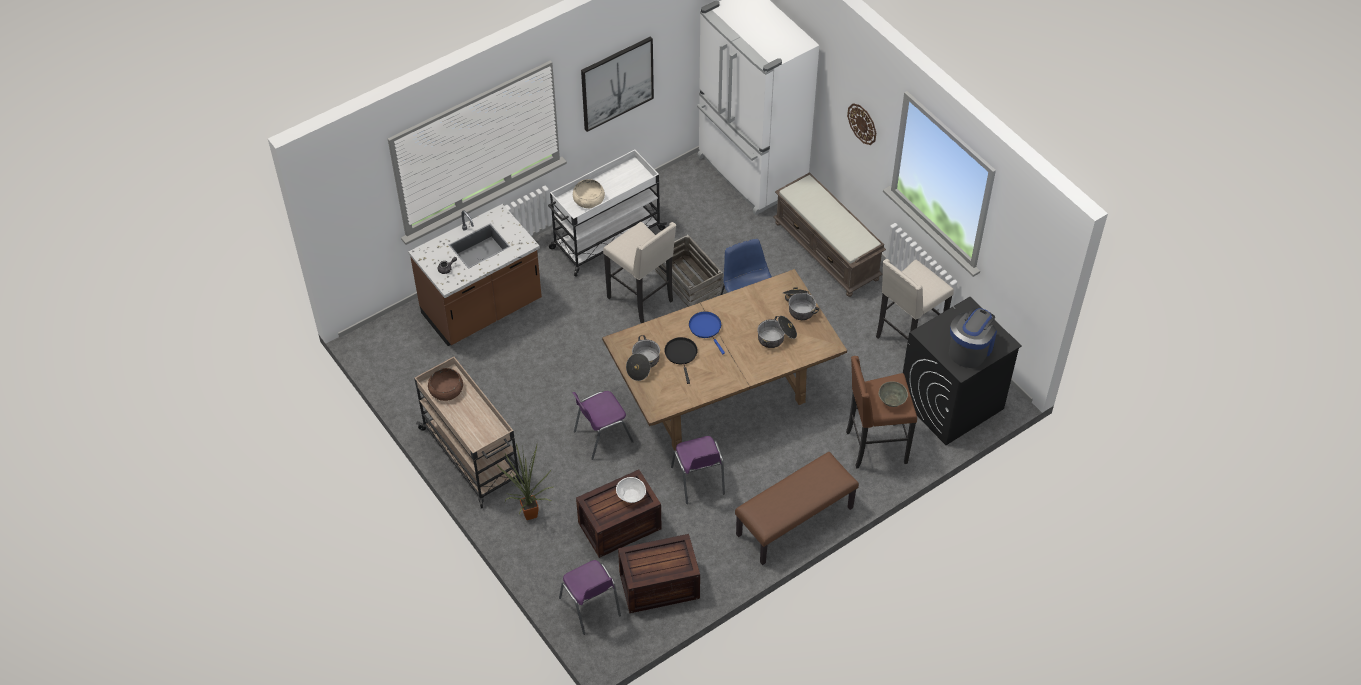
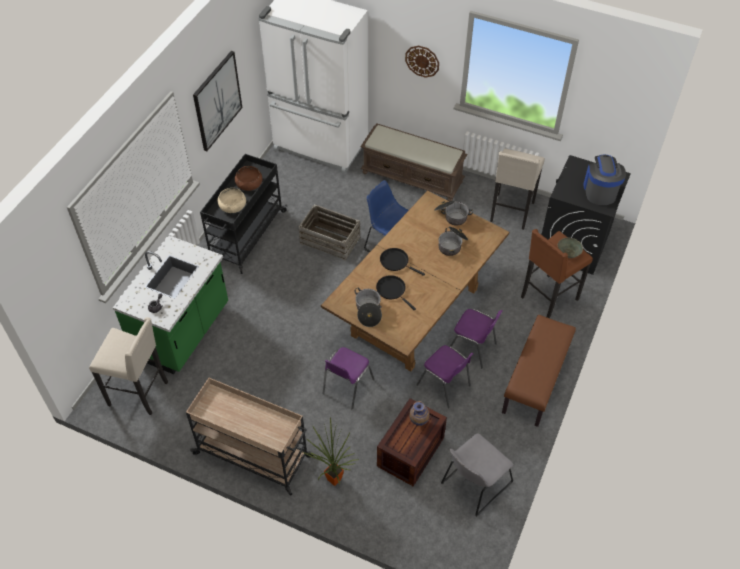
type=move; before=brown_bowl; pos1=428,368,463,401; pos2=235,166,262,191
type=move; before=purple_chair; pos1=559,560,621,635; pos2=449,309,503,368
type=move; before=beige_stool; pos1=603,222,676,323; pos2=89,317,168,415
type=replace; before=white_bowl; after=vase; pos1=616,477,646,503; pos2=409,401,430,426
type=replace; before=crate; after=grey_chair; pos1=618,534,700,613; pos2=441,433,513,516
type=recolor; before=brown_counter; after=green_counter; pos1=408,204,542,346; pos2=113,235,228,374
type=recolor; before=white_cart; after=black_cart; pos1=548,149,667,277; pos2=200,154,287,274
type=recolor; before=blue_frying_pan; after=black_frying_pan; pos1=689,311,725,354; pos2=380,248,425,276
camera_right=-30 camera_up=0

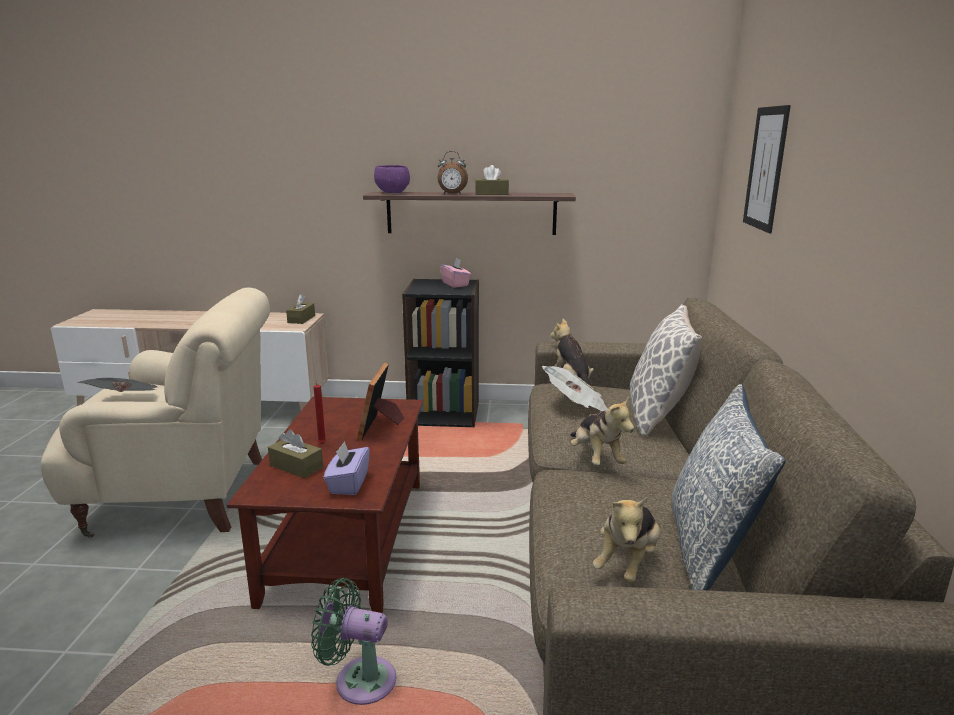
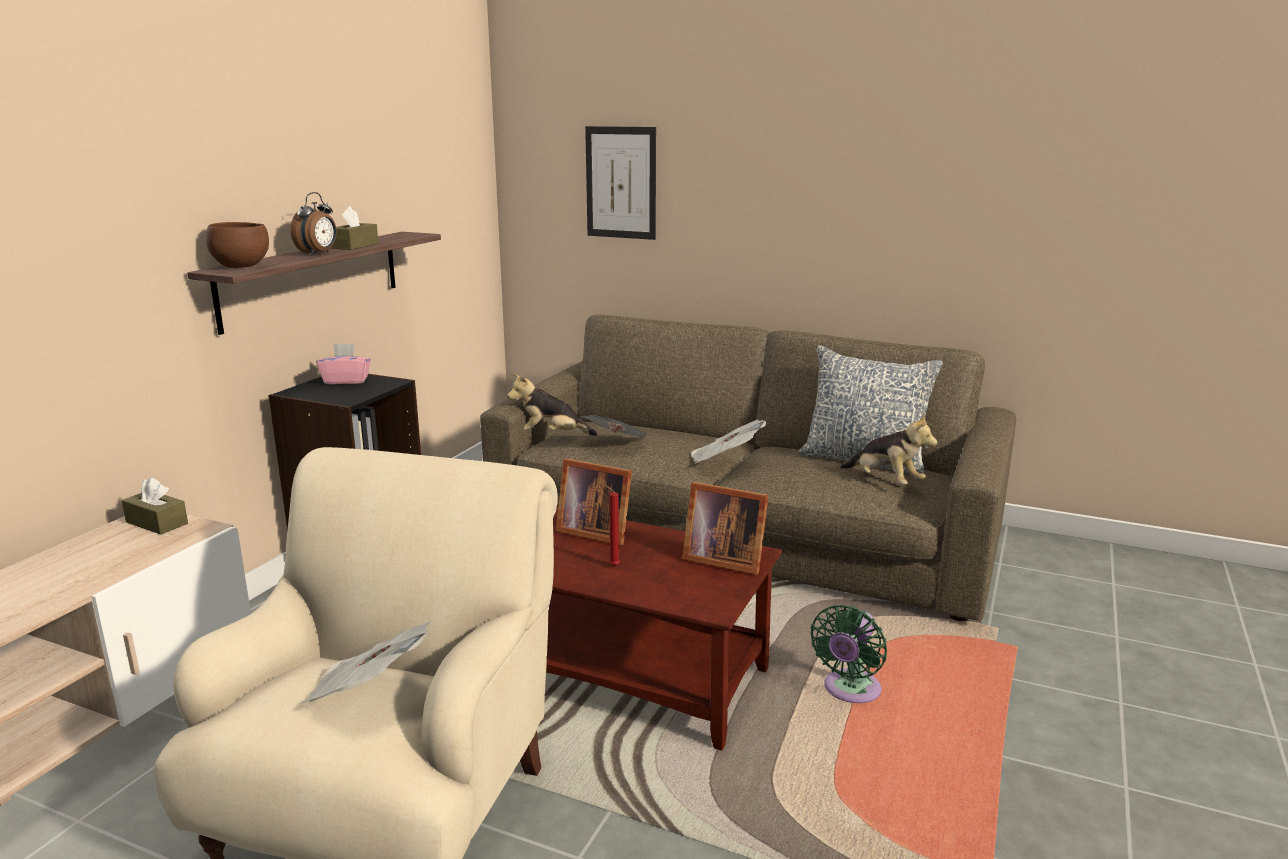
type=delete; before=brown_tissue_box; pos1=268,429,323,479
type=delete; before=pillow; pos1=630,304,702,437
type=replace; before=purple_tissue_box; after=picture_frame; pos1=323,441,370,495; pos2=682,482,769,575
type=replace; before=plush_toy; after=newspaper; pos1=570,396,634,465; pos2=691,420,766,463
type=recolor; before=purple_bowl; after=brown_bowl; pos1=374,165,410,193; pos2=206,222,269,268
camera_right=-70 camera_up=0

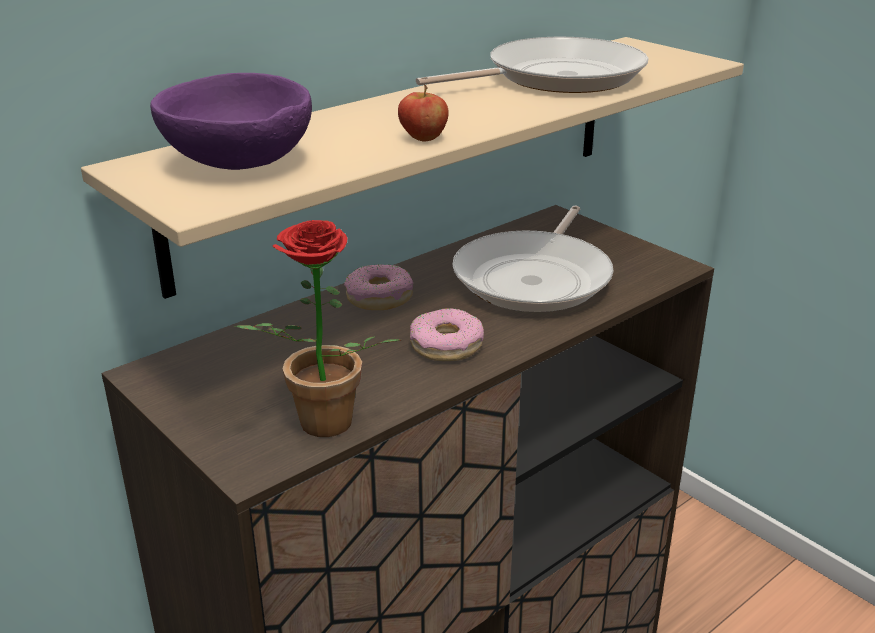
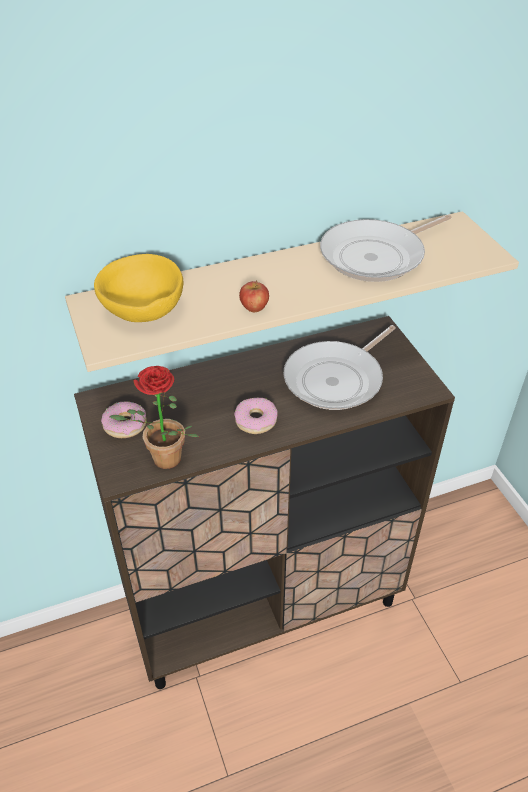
type=move; before=donut; pos1=344,264,413,310; pos2=101,401,147,438
type=recolor; before=purple_bowl; after=yellow_bowl; pos1=150,73,312,170; pos2=94,254,184,322
type=rotate; before=frying_pan; pos1=416,37,649,93; pos2=320,215,452,282; turn=150
camera_right=20 camera_up=15

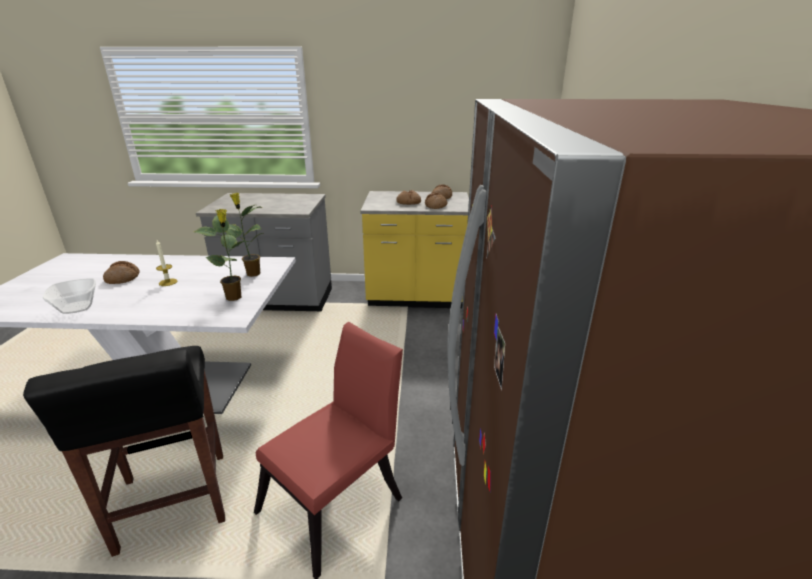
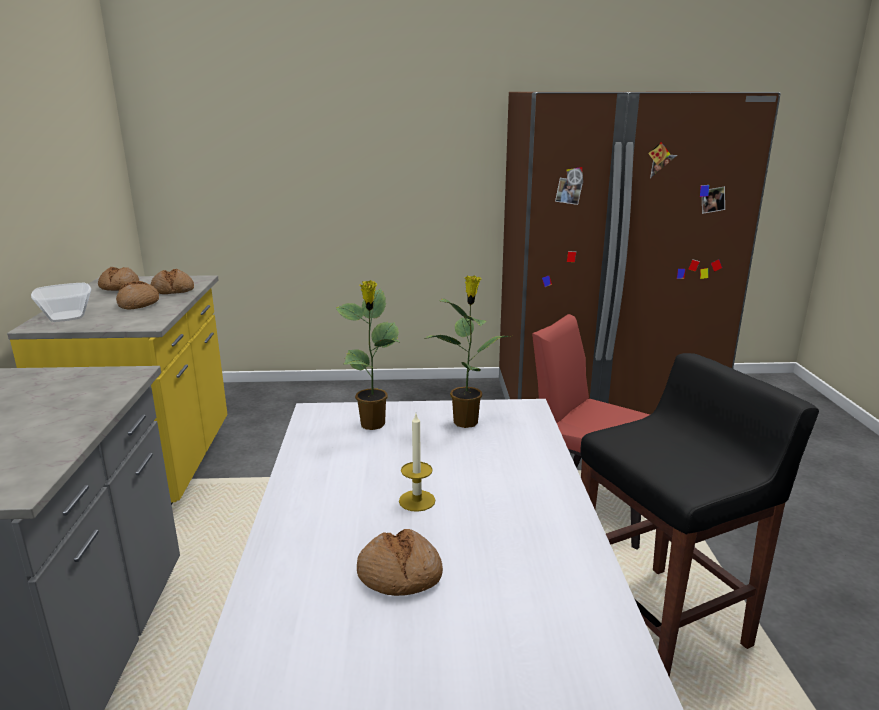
type=move; before=bowl; pos1=43,278,96,314; pos2=31,283,91,322
camera_right=-95 camera_up=-5

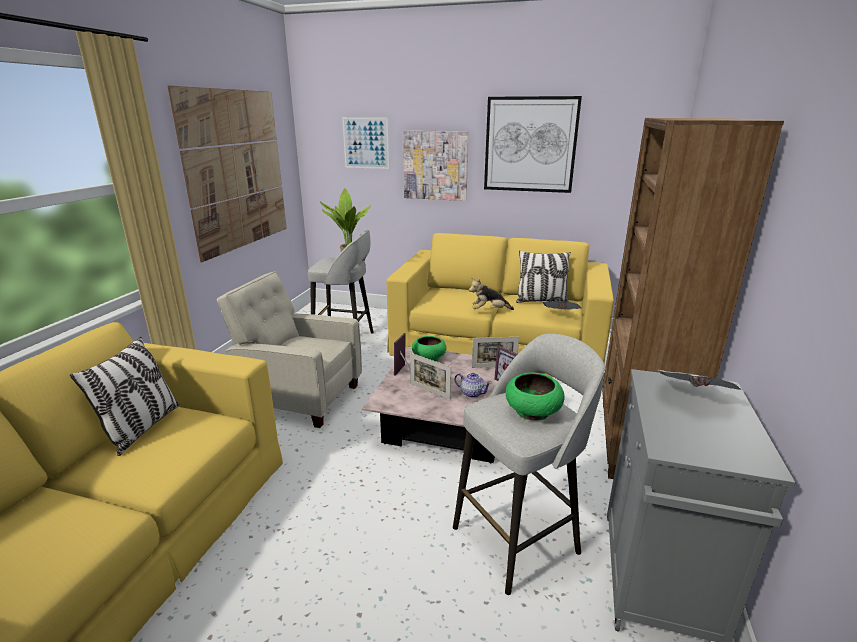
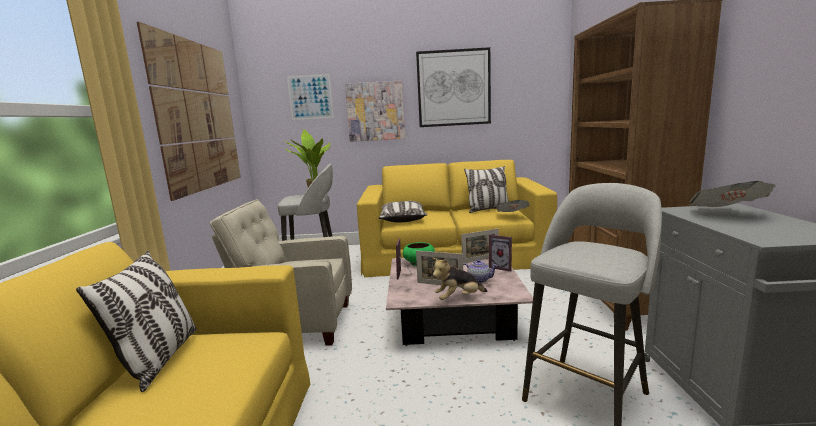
type=delete; before=green_bowl; pos1=506,372,565,421
type=insert; after=pillow; pos2=379,201,427,223
type=move; before=plush_toy; pos1=469,277,514,310; pos2=433,258,487,300
camera_right=-15 camera_up=-10

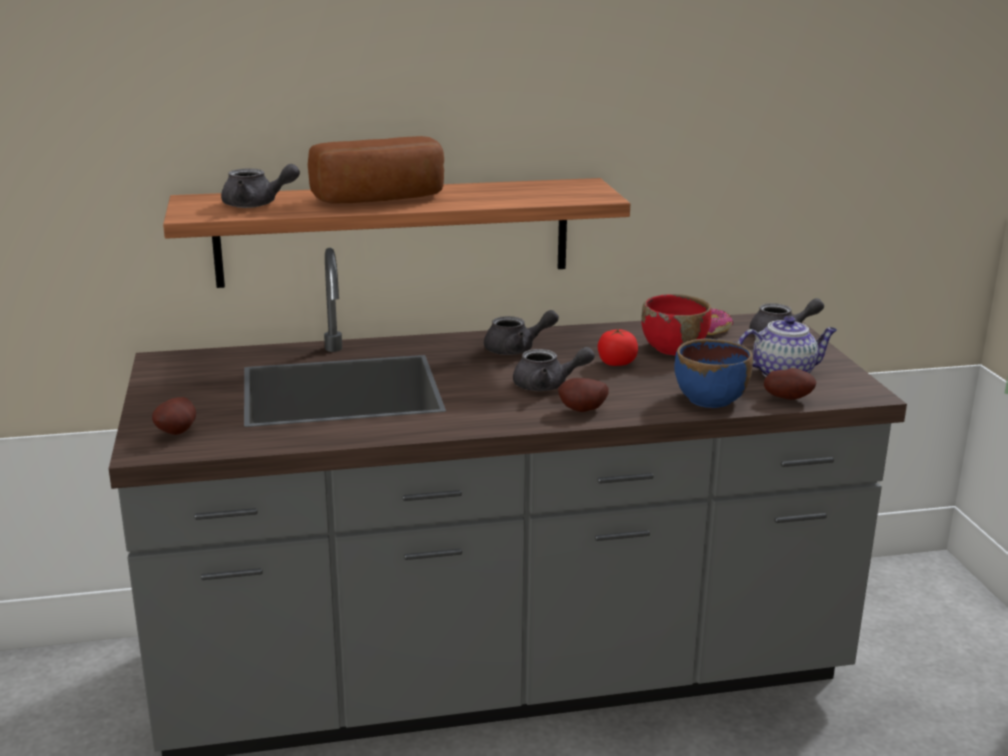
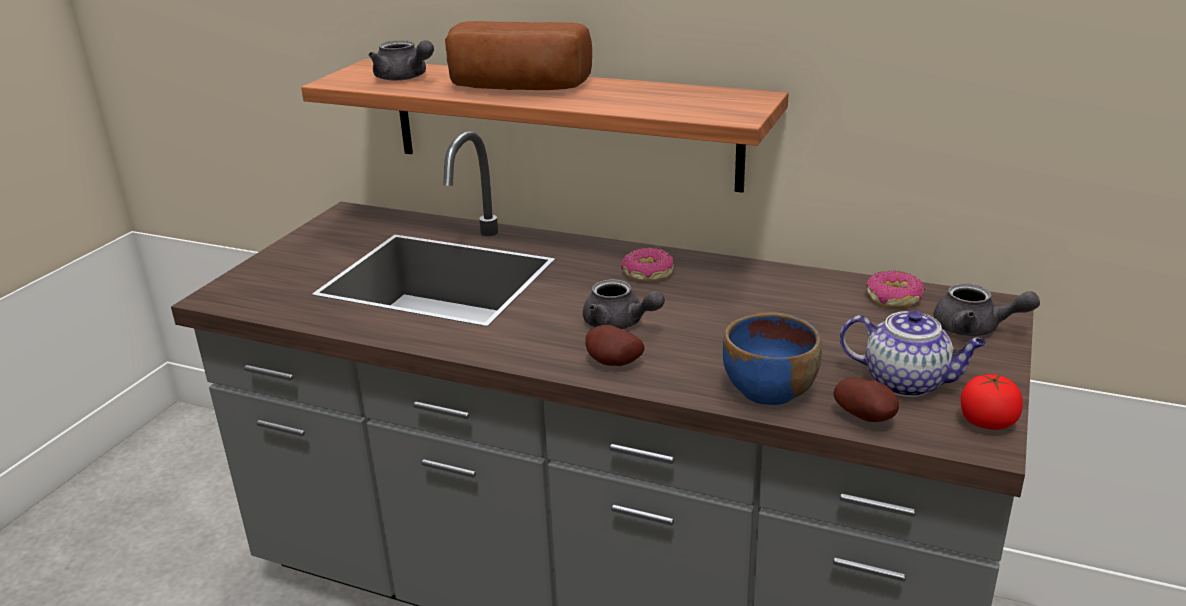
type=delete; before=potato; pos1=152,397,196,435
type=delete; before=red_bowl; pos1=641,294,711,355
type=move; before=tomato; pos1=598,329,638,366; pos2=961,374,1023,430
type=replace; before=grey_teapot; after=donut; pos1=484,310,559,355; pos2=621,248,674,281
camera_right=35 camera_up=5

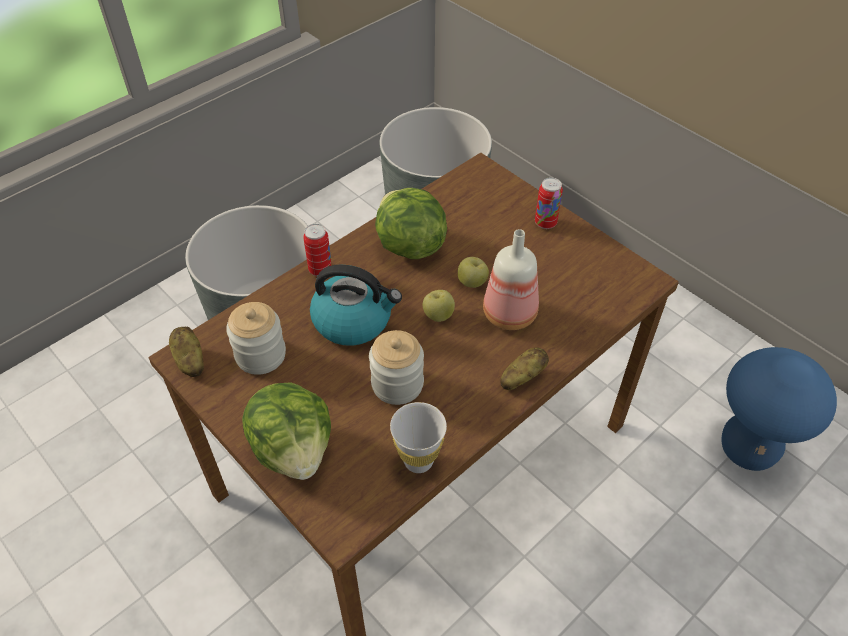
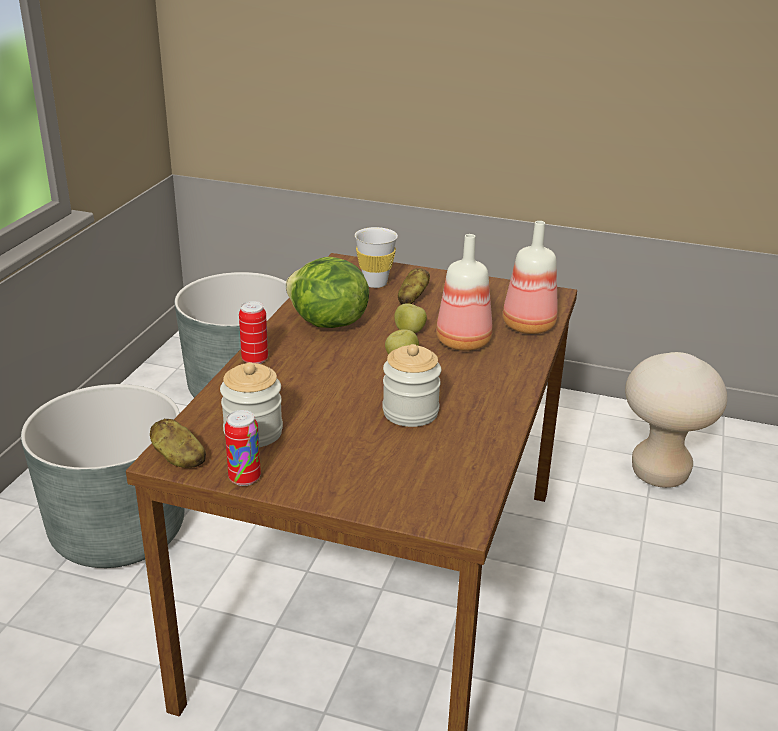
type=delete; before=lettuce; pos1=242,382,331,480
type=delete; before=kettle; pos1=310,265,402,346
type=insert; after=bottle; pos2=503,221,558,334
type=move; before=white_cup; pos1=390,402,447,473; pos2=355,227,398,288
type=move; before=potato; pos1=501,347,549,390; pos2=398,268,430,304
type=move; before=can; pos1=535,177,563,229; pos2=225,410,261,486
type=recolor; before=blue_stool; after=beige_stool; pos1=721,347,837,471; pos2=625,352,727,488
camera_right=-30 camera_up=-20

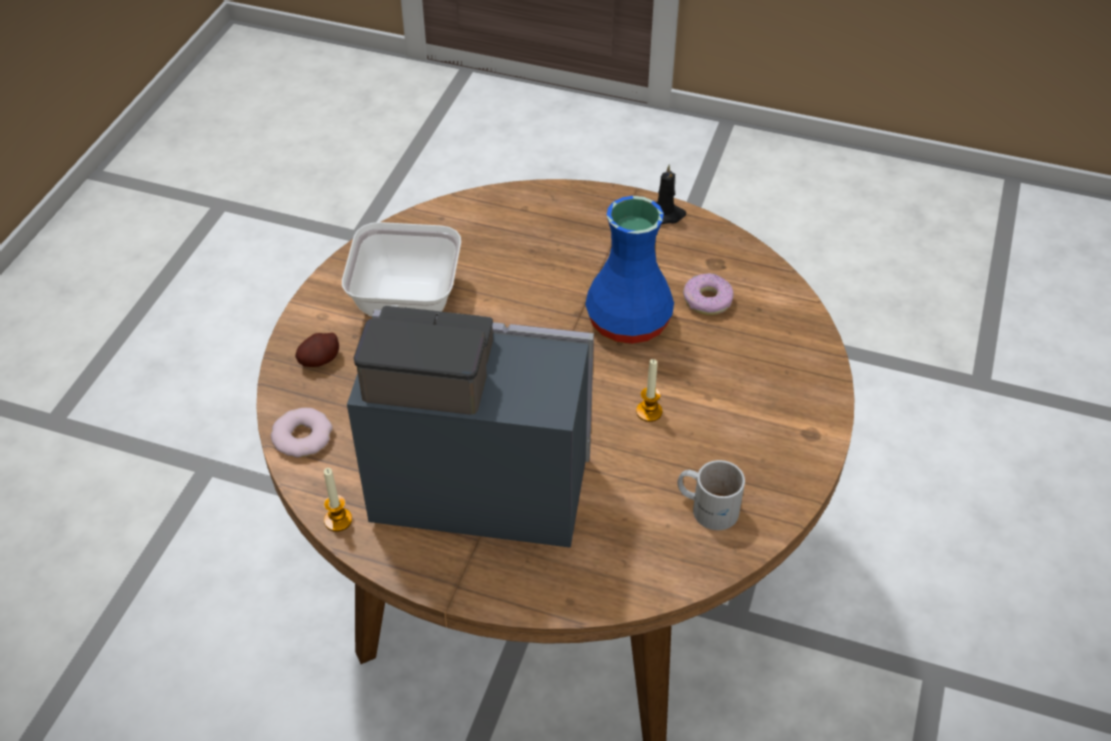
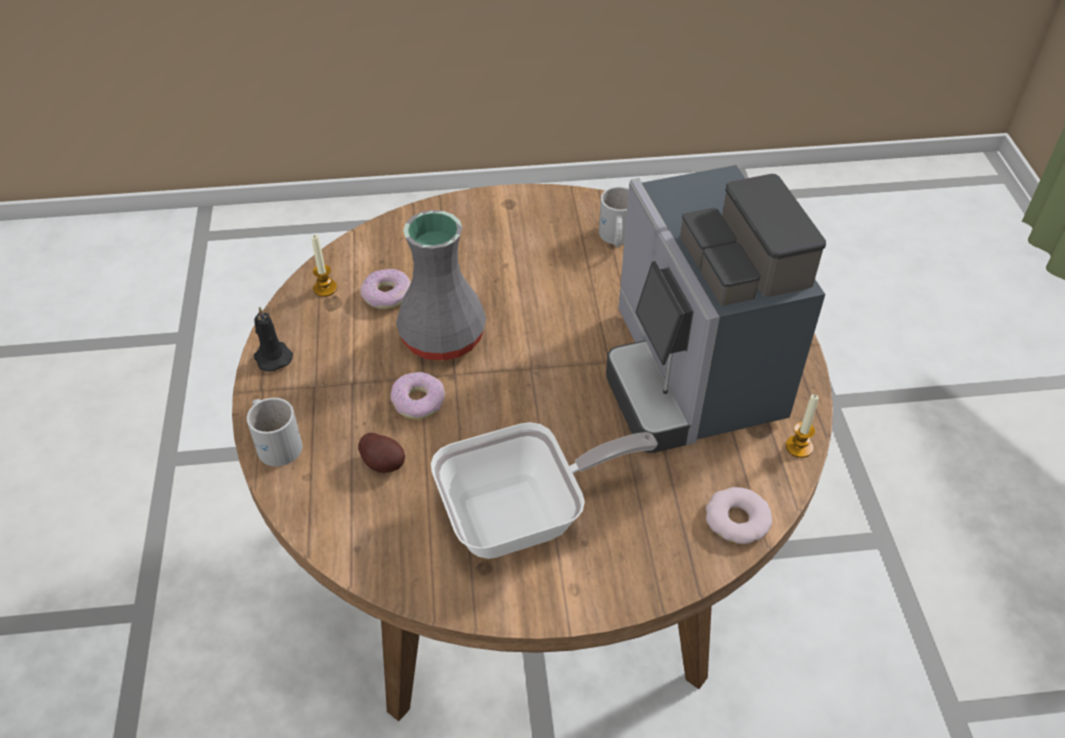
type=insert; after=white_mug; pos2=247,398,303,466
type=insert; after=donut; pos2=390,372,445,419
type=move; before=potato; pos1=295,333,339,367; pos2=358,433,405,473
type=move; before=candle; pos1=636,359,662,422; pos2=312,235,337,297
type=recolor; before=blue_vase; after=grey_vase; pos1=585,196,674,344; pos2=396,210,486,361
camera_right=-115 camera_up=0

